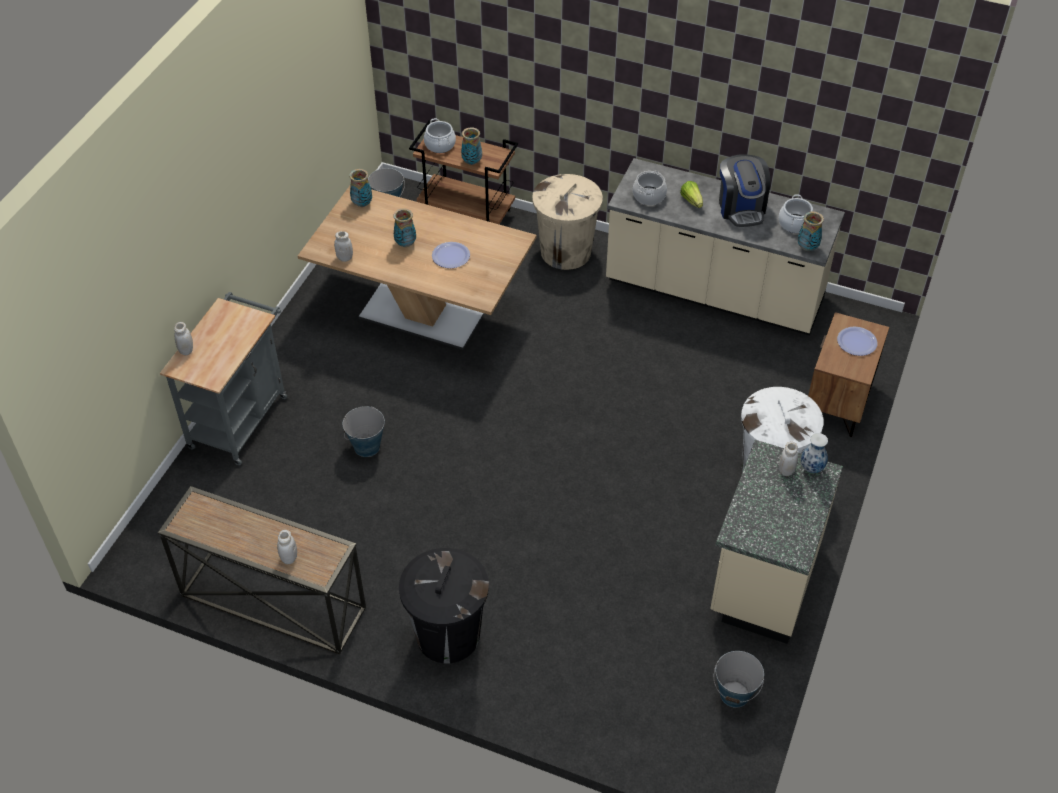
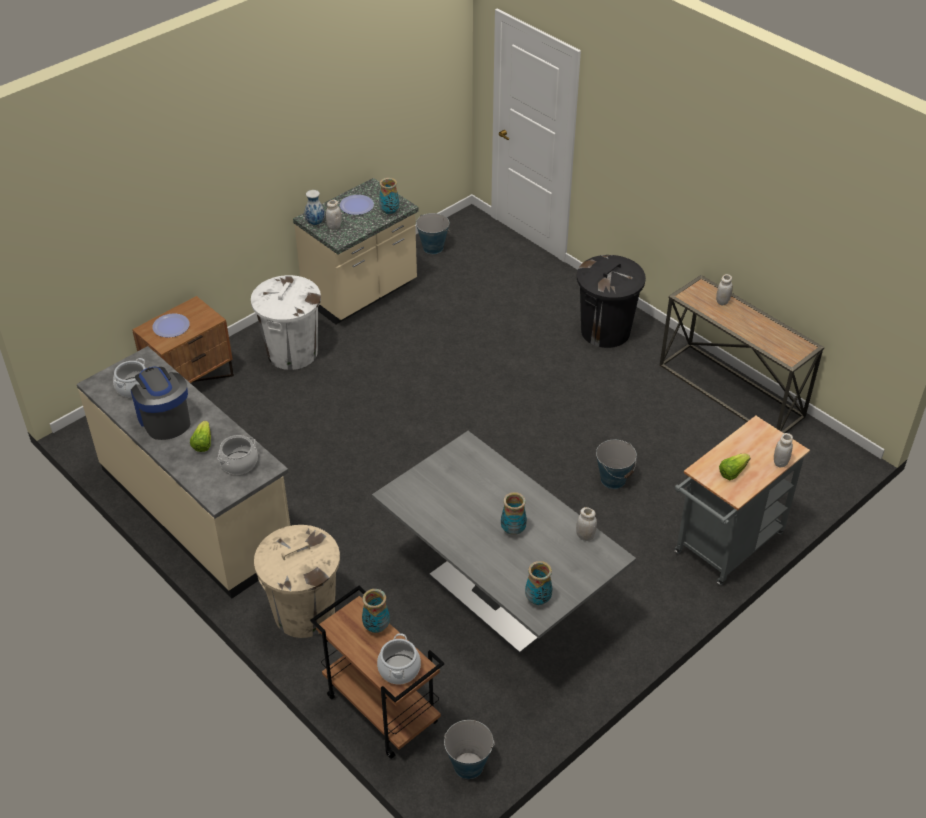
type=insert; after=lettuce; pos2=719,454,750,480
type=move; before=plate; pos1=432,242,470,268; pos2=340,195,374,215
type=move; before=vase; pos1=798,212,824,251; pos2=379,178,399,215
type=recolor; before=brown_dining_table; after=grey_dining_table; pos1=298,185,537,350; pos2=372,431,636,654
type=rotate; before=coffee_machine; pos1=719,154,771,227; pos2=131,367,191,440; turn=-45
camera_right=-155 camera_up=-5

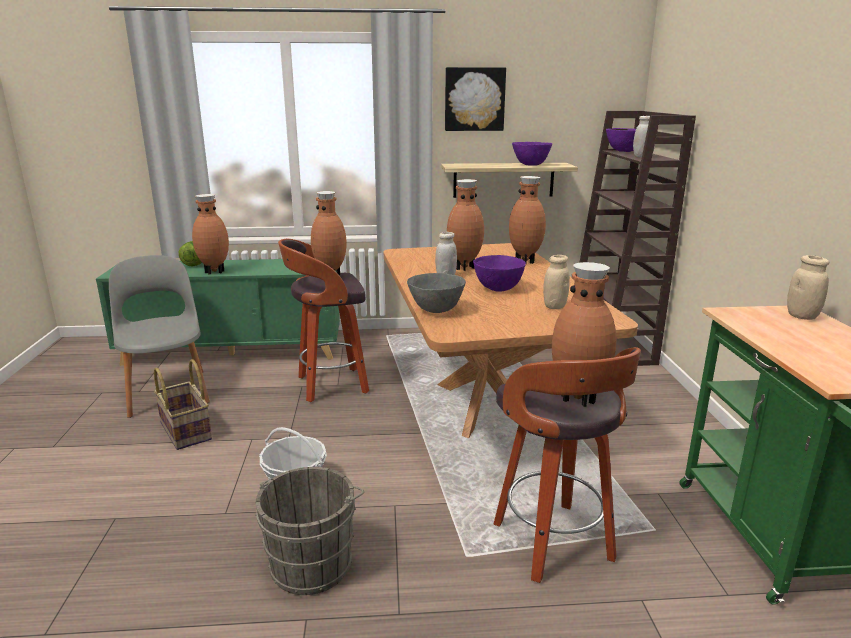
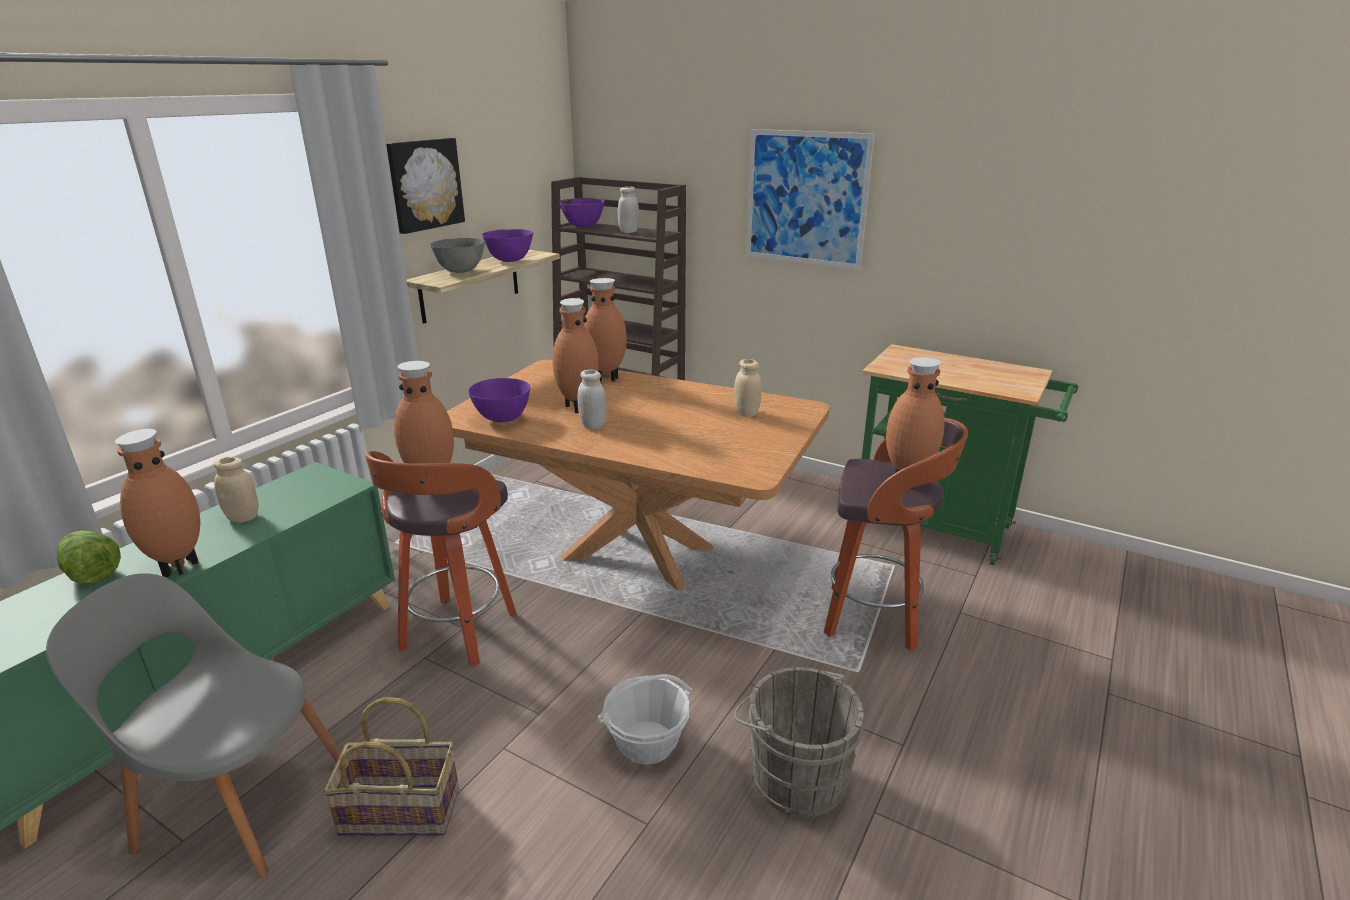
type=insert; after=picture; pos2=746,129,875,270
type=move; before=grey_bowl; pos1=407,273,466,313; pos2=430,238,485,273
type=move; before=purple_bowl; pos1=473,255,526,292; pos2=469,378,531,422
type=move; before=beige_jar; pos1=787,255,829,320; pos2=213,457,259,522
camera_right=-55 camera_up=5

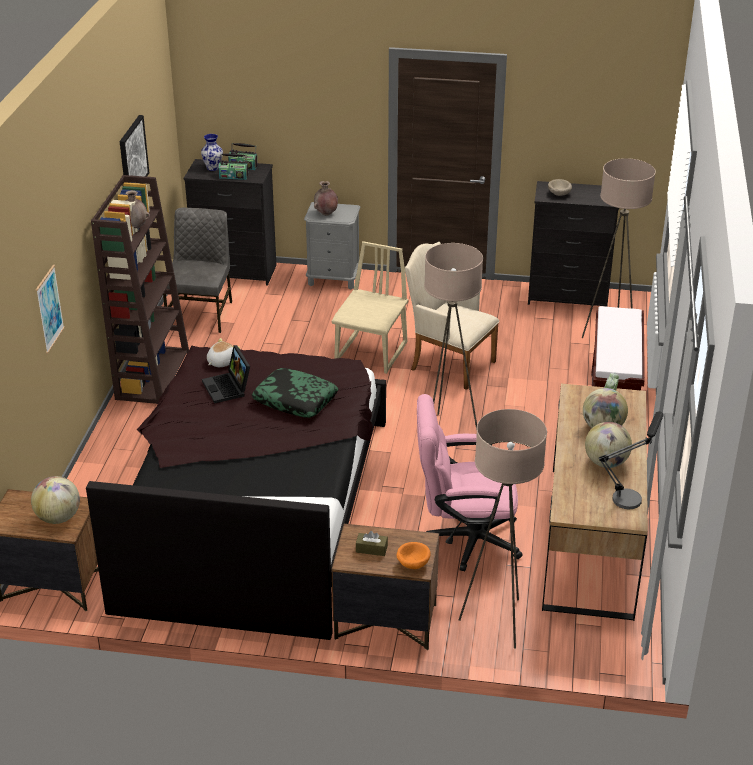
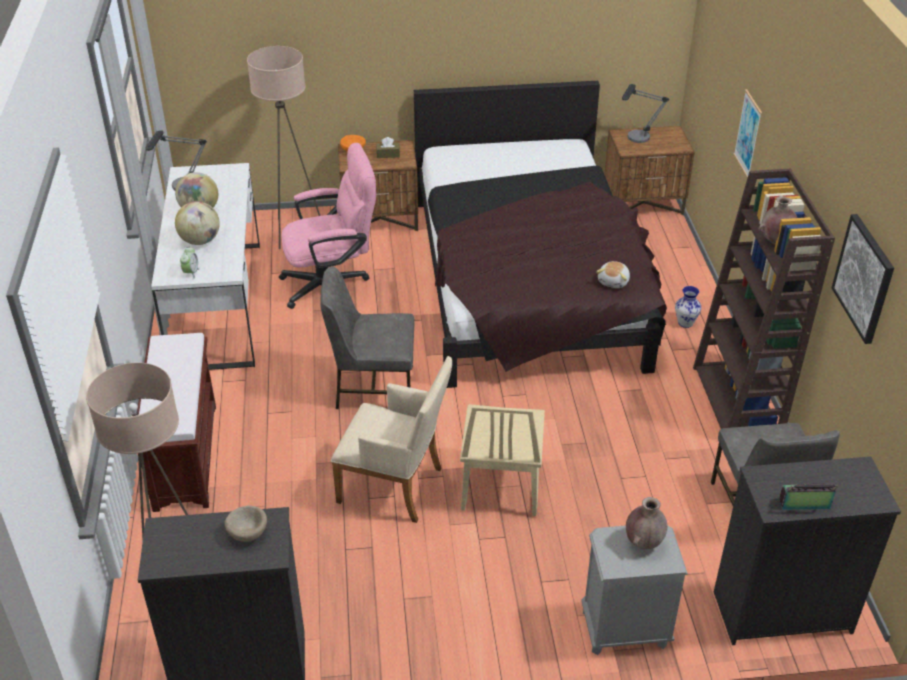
type=delete; before=laptop; pos1=202,345,250,404
type=delete; before=radio; pos1=218,153,248,180
type=delete; before=pillow; pos1=252,368,339,418
type=move; before=vase; pos1=201,134,223,171; pos2=675,286,701,328
type=replace; before=globe; after=table_lamp; pos1=31,476,80,524; pos2=622,84,669,143
type=replace; before=beige_floor_lamp; after=grey_chair; pos1=424,243,483,431; pos2=320,267,415,409
type=recolor; before=brown_desk; after=white_desk; pos1=542,384,648,621; pos2=151,163,260,370
camera_right=165 camera_up=5

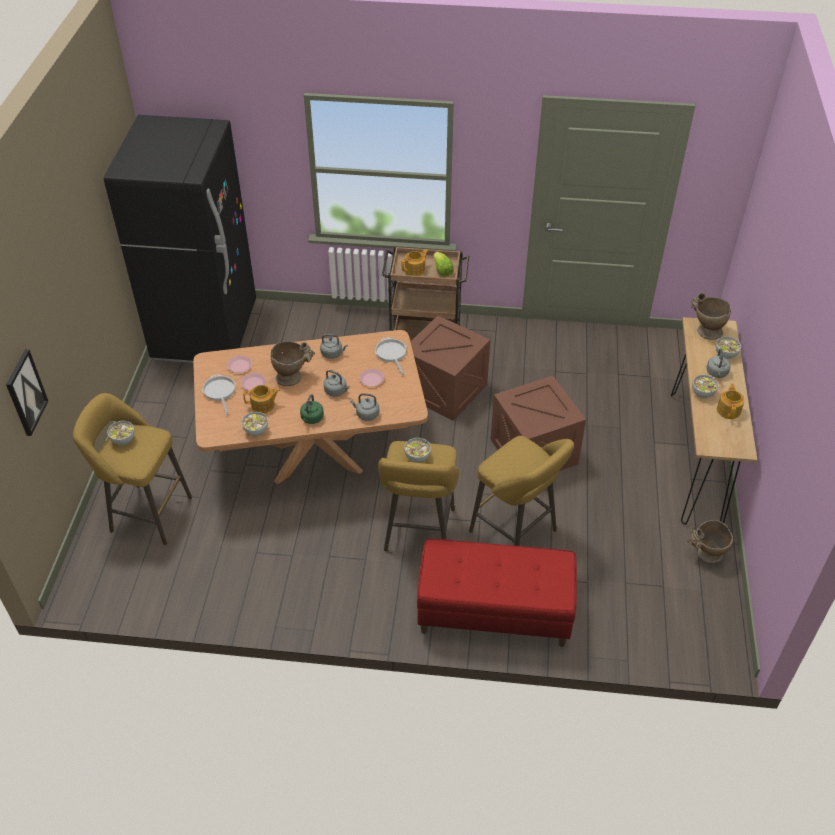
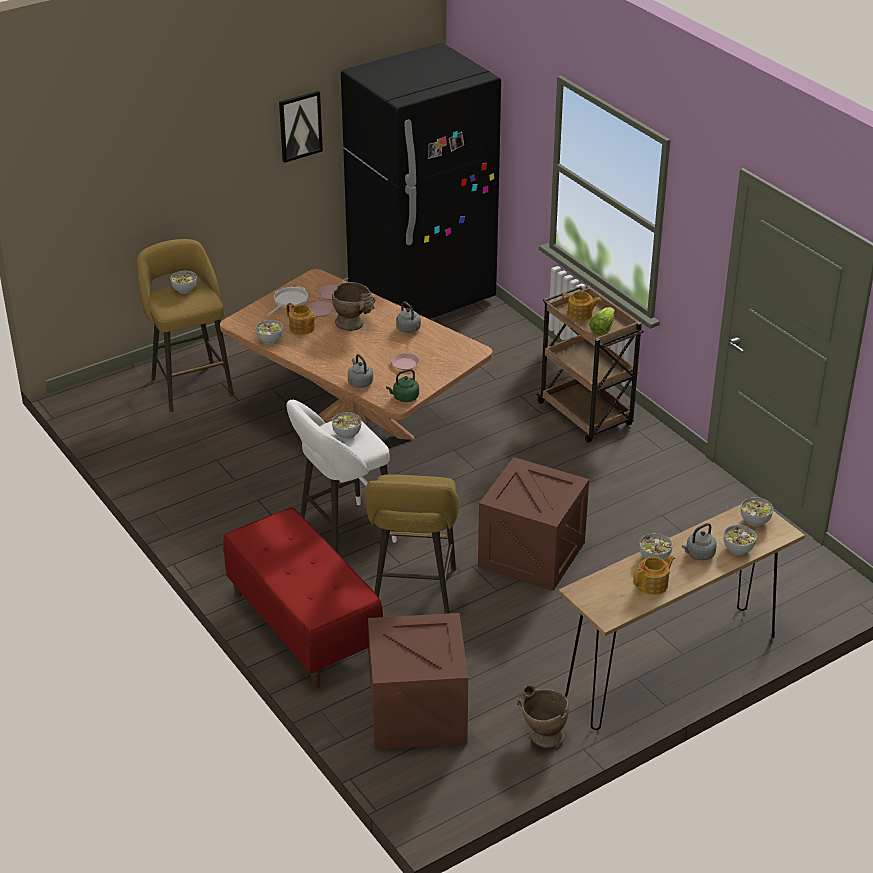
type=delete; before=grey_kettle; pos1=324,370,350,397
type=delete; before=frying_pan; pos1=375,337,407,375
type=move; before=picture; pos1=6,349,48,436; pos2=279,91,323,163
type=move; before=green_kettle; pos1=300,394,324,424; pos2=386,369,419,402
type=move; before=crate; pos1=411,316,490,421; pos2=368,613,468,750
type=replace; before=beige_vase; after=bowl; pos1=691,293,731,340; pos2=741,497,773,527
type=recolor; before=yellow_stool; after=white_stool; pos1=378,441,459,551; pos2=286,400,397,553
camera_right=50 camera_up=-10

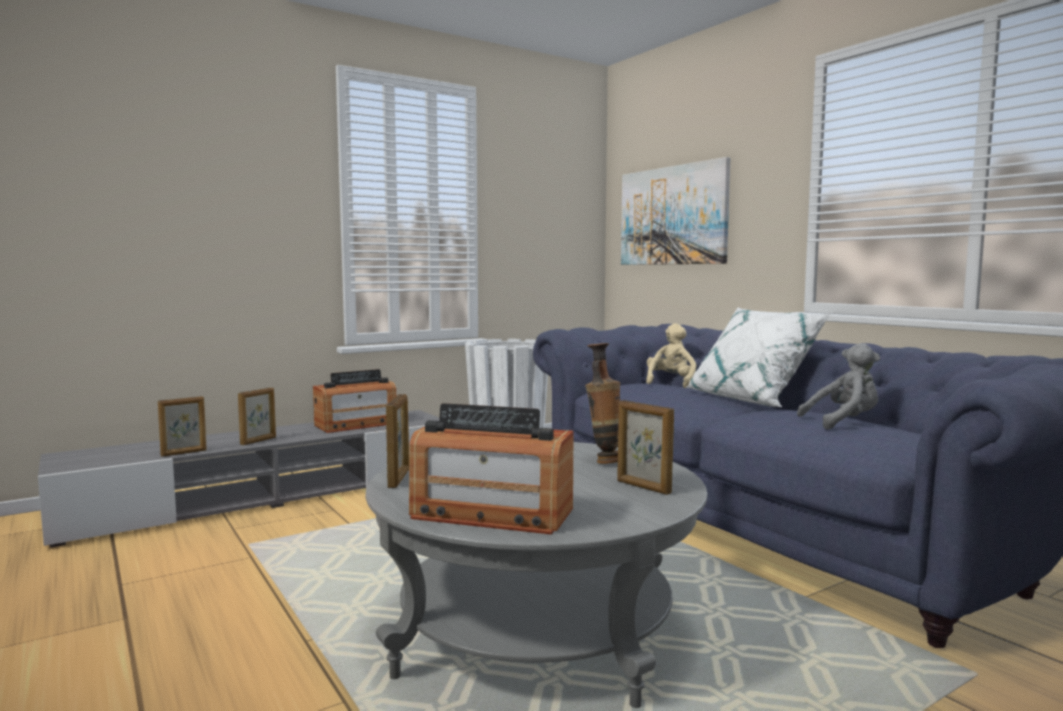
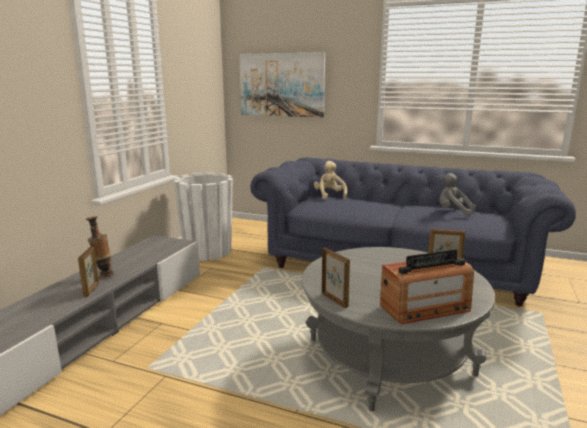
type=delete; before=picture_frame; pos1=158,396,207,457
type=delete; before=radio; pos1=313,369,396,433
type=delete; before=white_pillow; pos1=686,307,831,407
type=move; before=vase; pos1=585,343,620,464; pos2=86,216,114,278
type=rotate; before=grey_plush_toy; pos1=797,343,880,430; pos2=439,173,476,216; turn=-105
camera_right=-35 camera_up=10

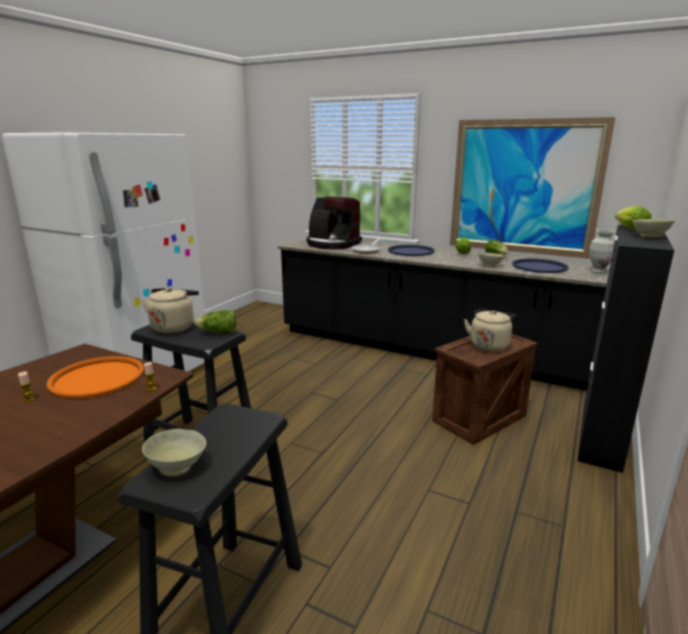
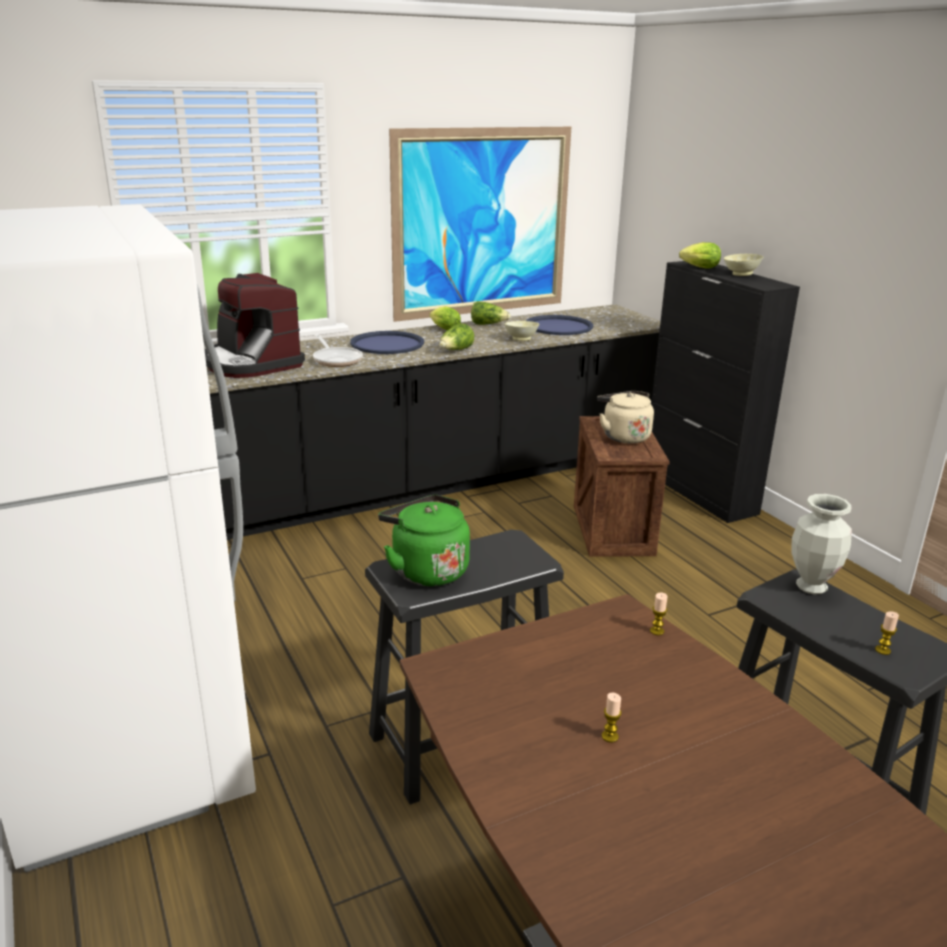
type=delete; before=orange_tray; pos1=47,356,144,398
type=move; before=lettuce; pos1=194,310,236,334; pos2=439,323,474,350
type=move; before=vase; pos1=589,229,616,273; pos2=791,494,852,594
type=replace; before=beige_bowl; after=candle; pos1=142,429,206,476; pos2=875,611,899,655
type=recolor; before=beige_kettle; after=green_kettle; pos1=142,288,199,333; pos2=378,495,470,586
type=rotate; before=coffee_machine; pos1=306,196,362,249; pos2=205,273,305,378; turn=75
camera_right=-55 camera_up=5

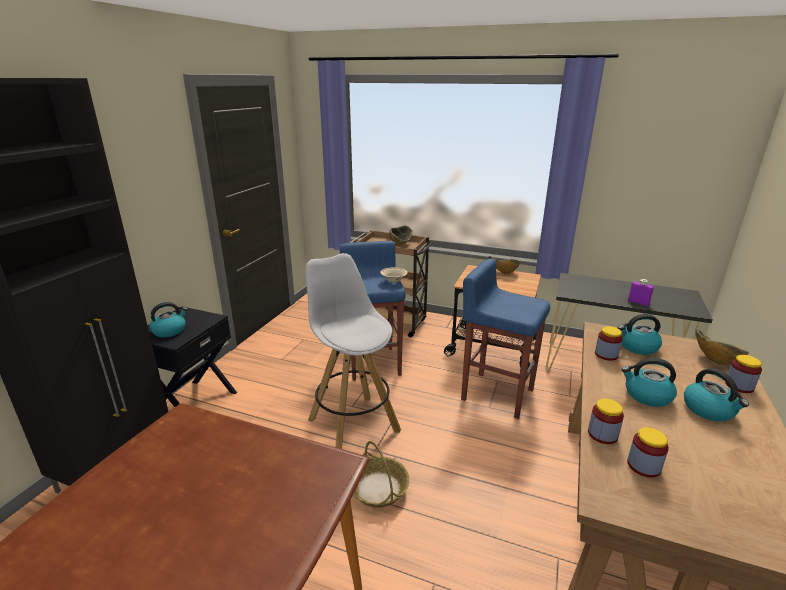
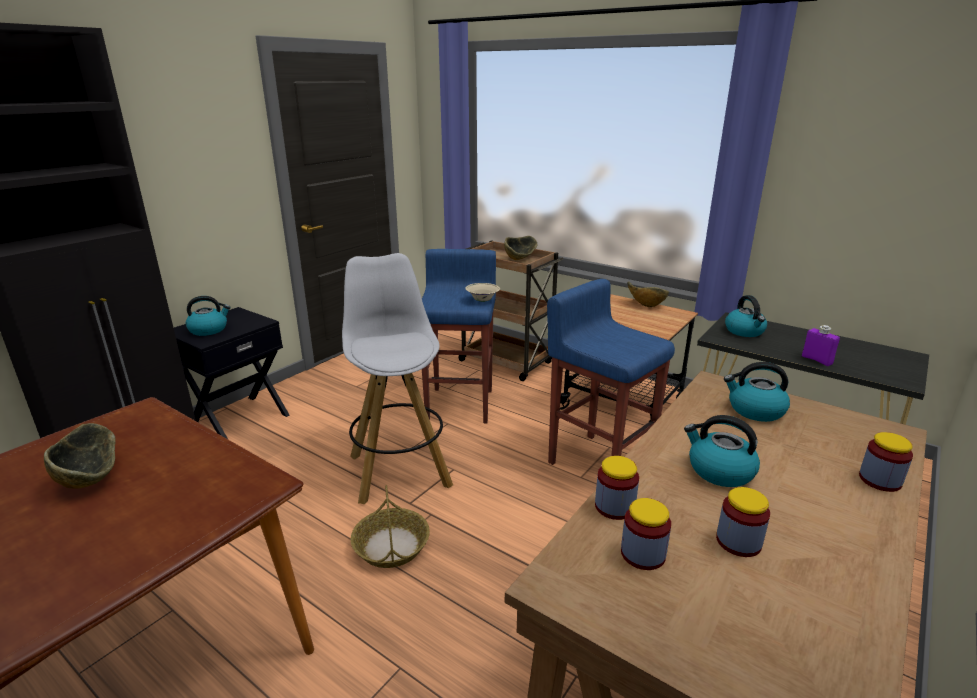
type=move; before=jar; pos1=595,326,623,361; pos2=716,487,770,557
type=move; before=kettle; pos1=684,368,749,421; pos2=725,295,767,337
type=move; before=bowl; pos1=695,328,749,365; pos2=44,423,116,489
camera_right=15 camera_up=0

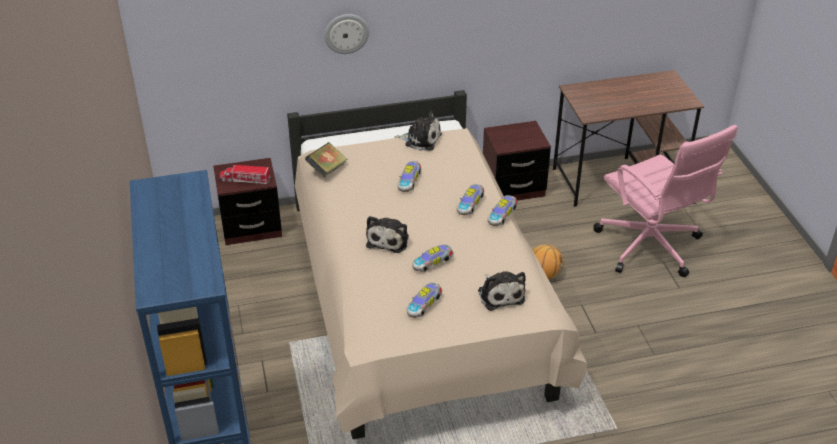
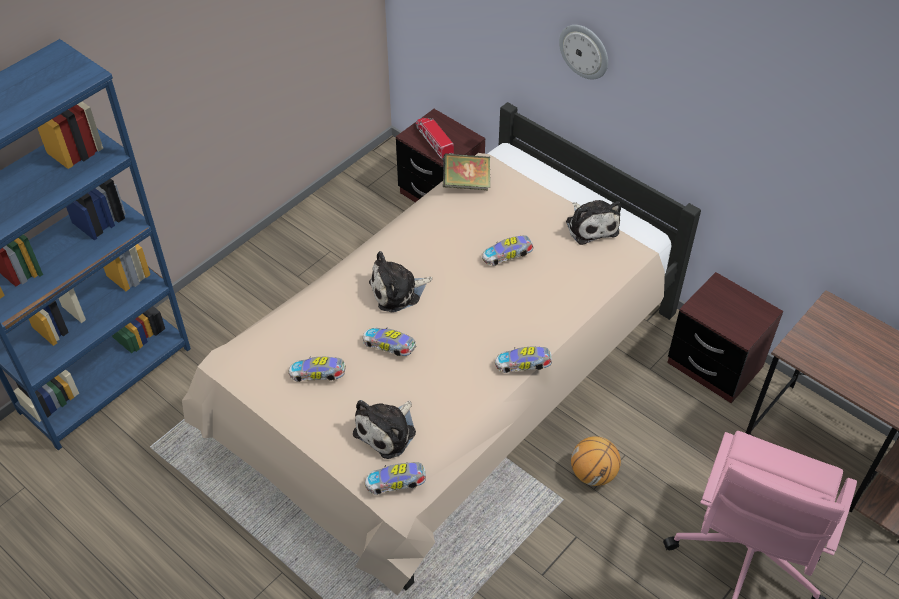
type=move; before=toy_car; pos1=457,184,484,215; pos2=365,462,426,495
camera_right=55 camera_up=10

